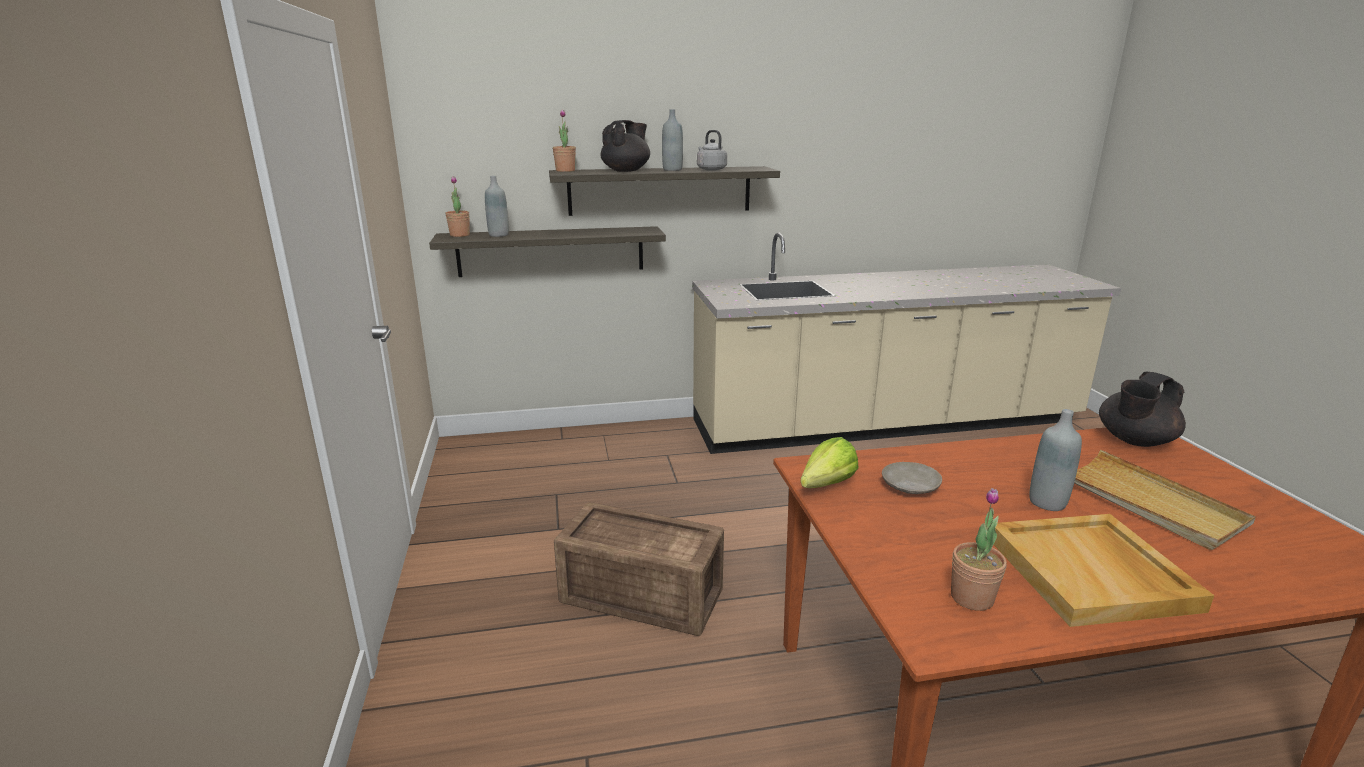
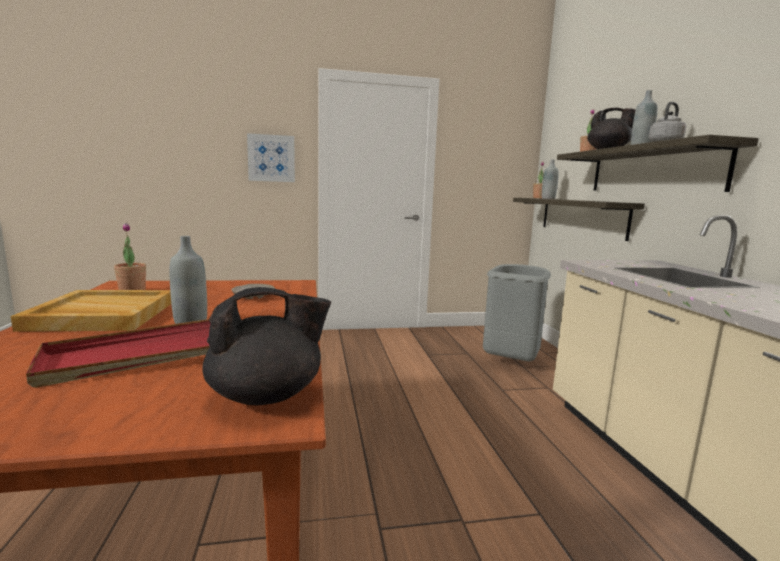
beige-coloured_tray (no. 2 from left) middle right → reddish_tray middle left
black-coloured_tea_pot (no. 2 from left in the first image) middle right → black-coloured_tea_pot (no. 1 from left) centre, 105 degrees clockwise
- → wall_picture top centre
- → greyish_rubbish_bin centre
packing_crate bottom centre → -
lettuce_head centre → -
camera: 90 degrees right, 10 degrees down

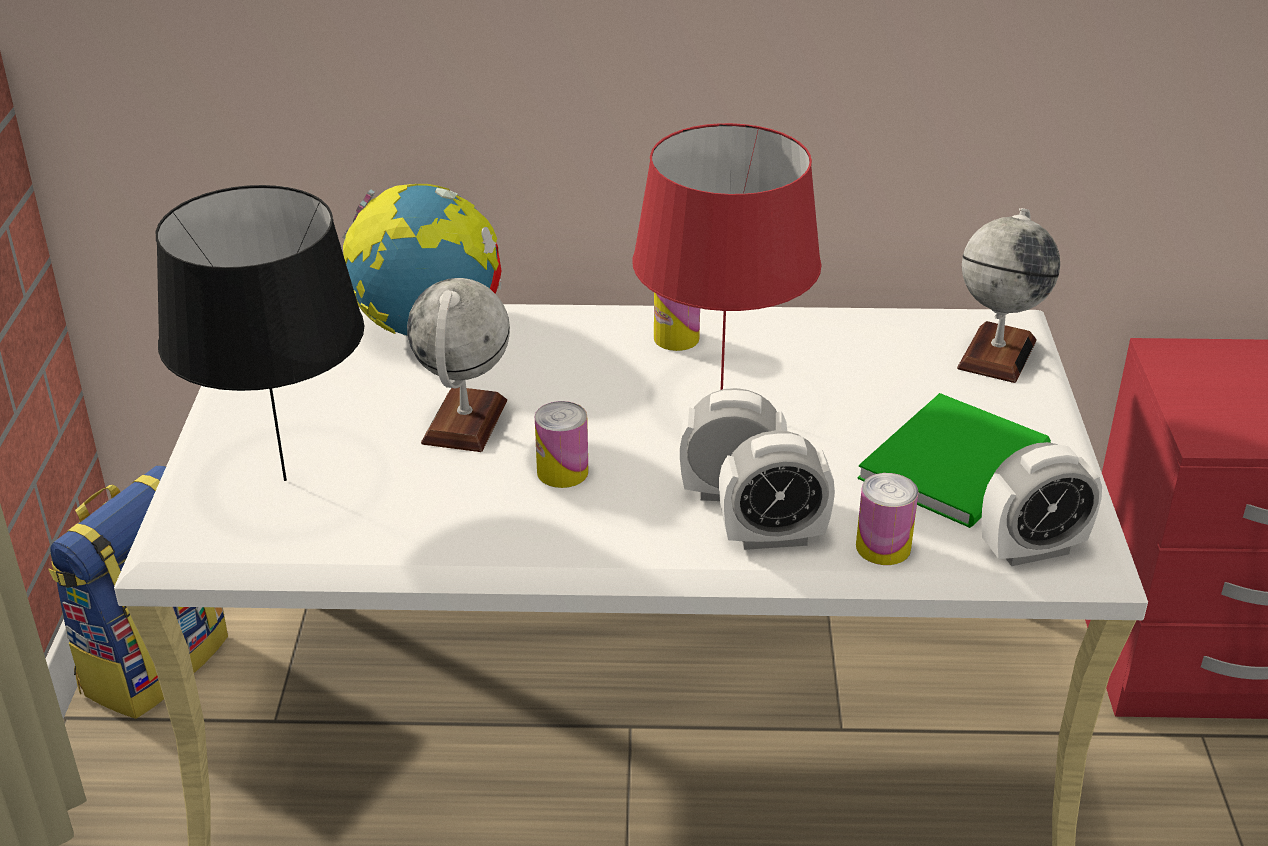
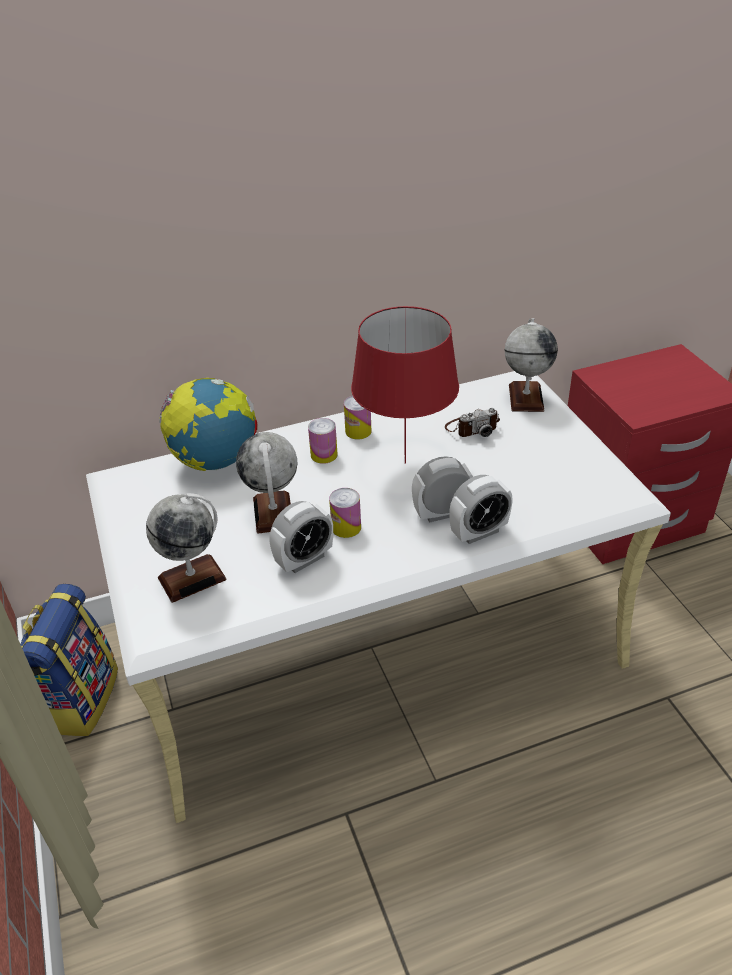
black-coloured_lamp_for_a_table middle left → globe (no. 1 from left) middle left
alarm_clock (no. 3 from left in the first image) middle right → alarm_clock (no. 1 from left) centre, shifted
sealed_can (no. 3 from left in the first image) middle right → sealed_can (no. 1 from left) centre, shifted
- → photo_camera centre
green-coloured_bound_book middle right → -
camera: 20 degrees left, 5 degrees up

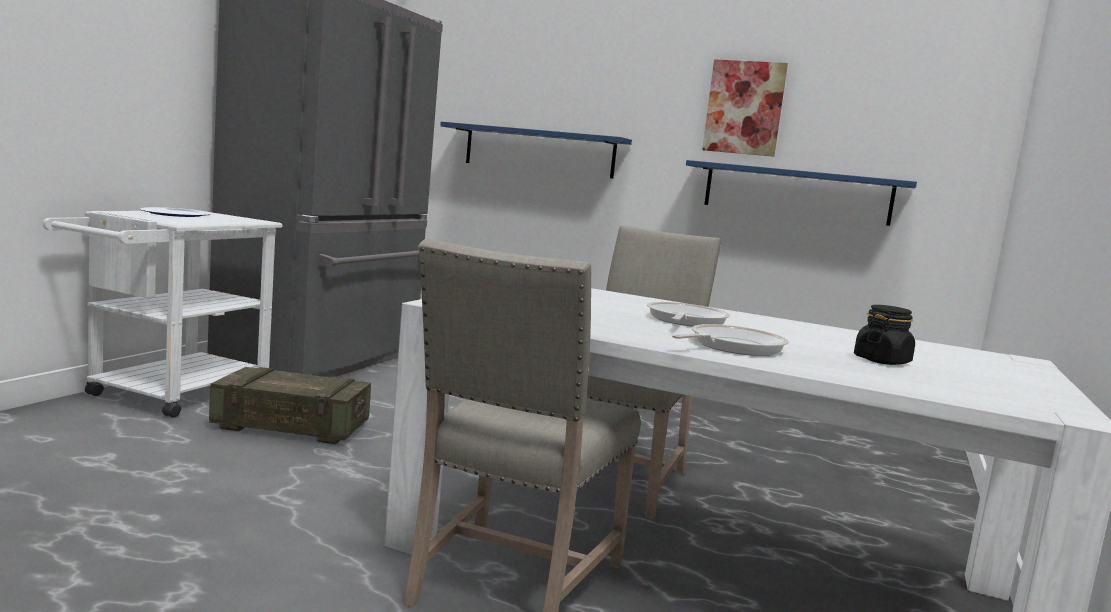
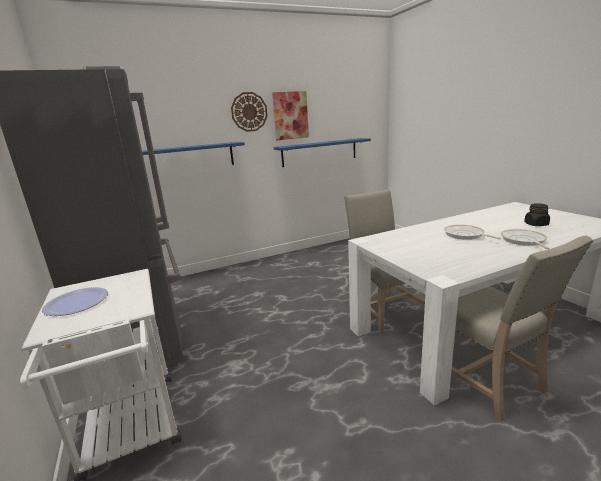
- → wall_clock top centre
packing_crate middle left → -
camera: 45 degrees left, 10 degrees up

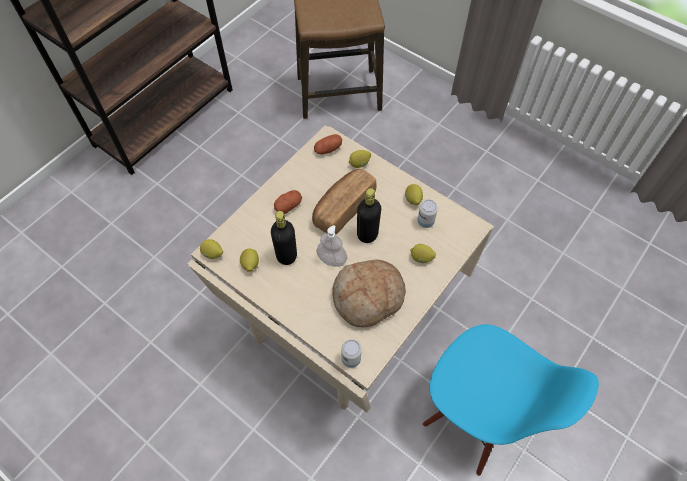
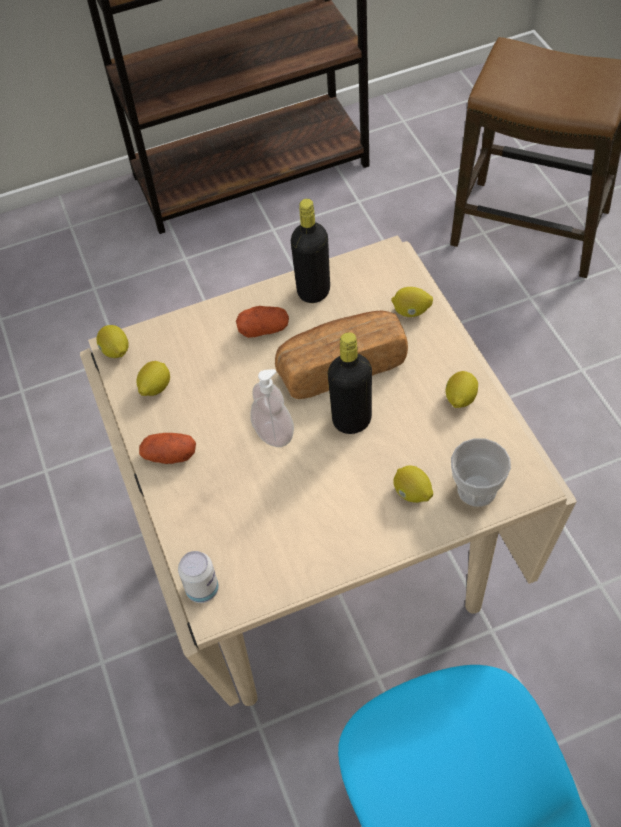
whole_potato (no. 2 from left in the first image) top centre → whole_potato (no. 1 from left) middle left, shifted
black-coloured_beverage_bottle (no. 1 from left) centre → black-coloured_beverage_bottle (no. 1 from left) top centre, shifted
- → small_cup middle right
baked_bread (no. 2 from left) centre → -
sealed_can (no. 2 from left) centre → -
camera: 35 degrees right, 5 degrees down

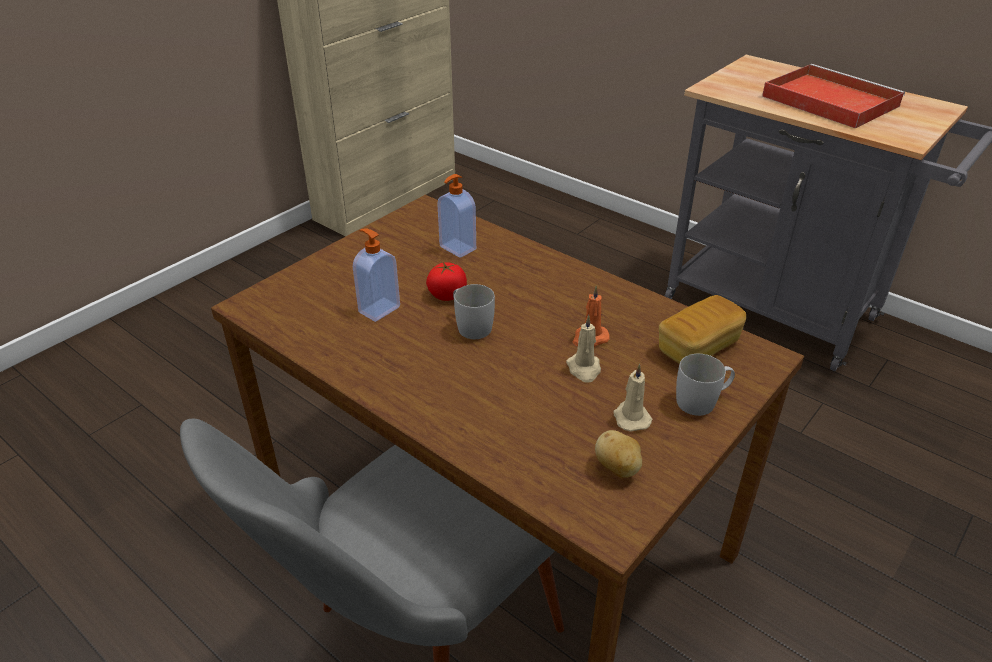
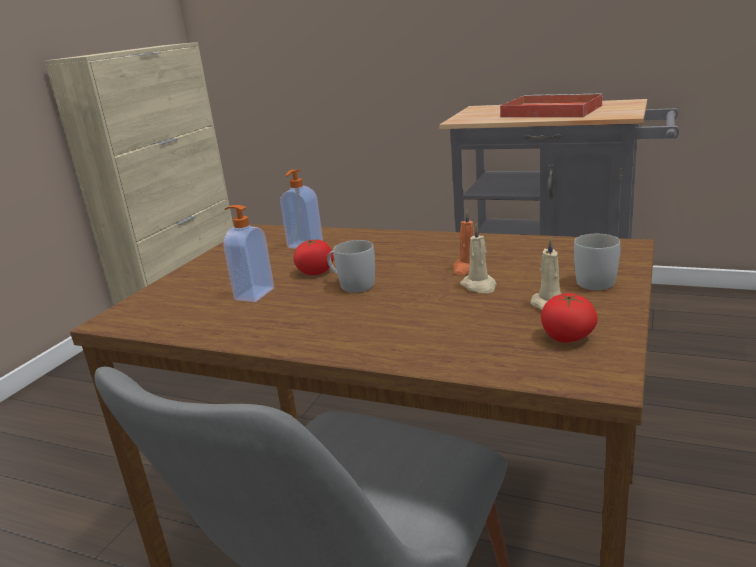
whole_potato bottom centre → tomato (no. 2 from left) middle right
baked_bread middle right → -
camera: 15 degrees left, 15 degrees down

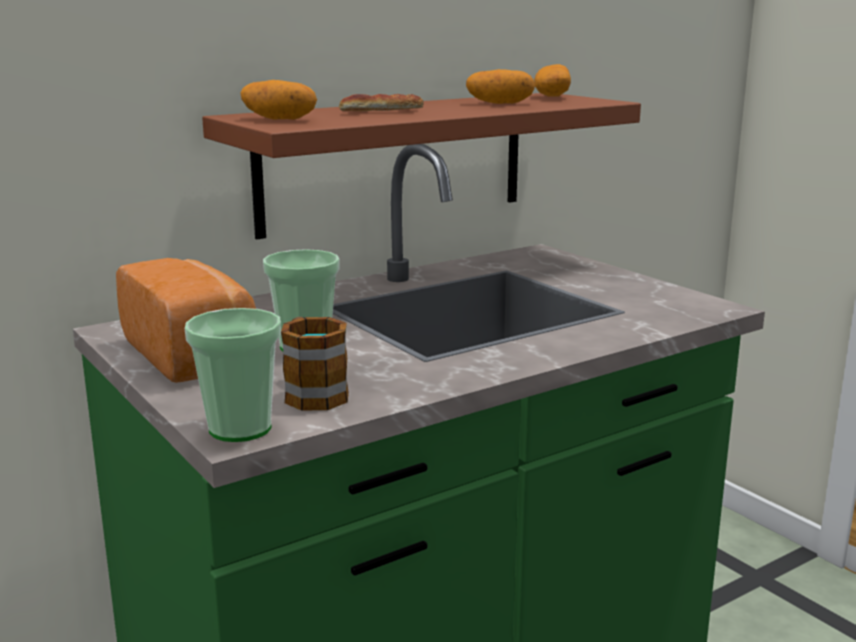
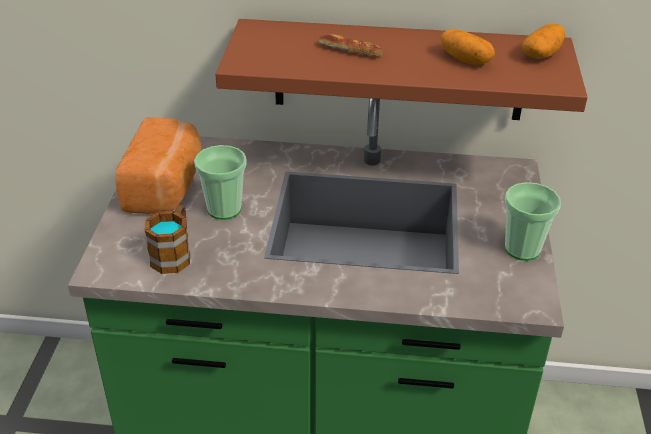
small_cup (no. 1 from left in the first image) middle left → small_cup (no. 2 from left) middle right, shifted
whole_potato (no. 1 from left) top left → -
camera: 40 degrees right, 20 degrees up

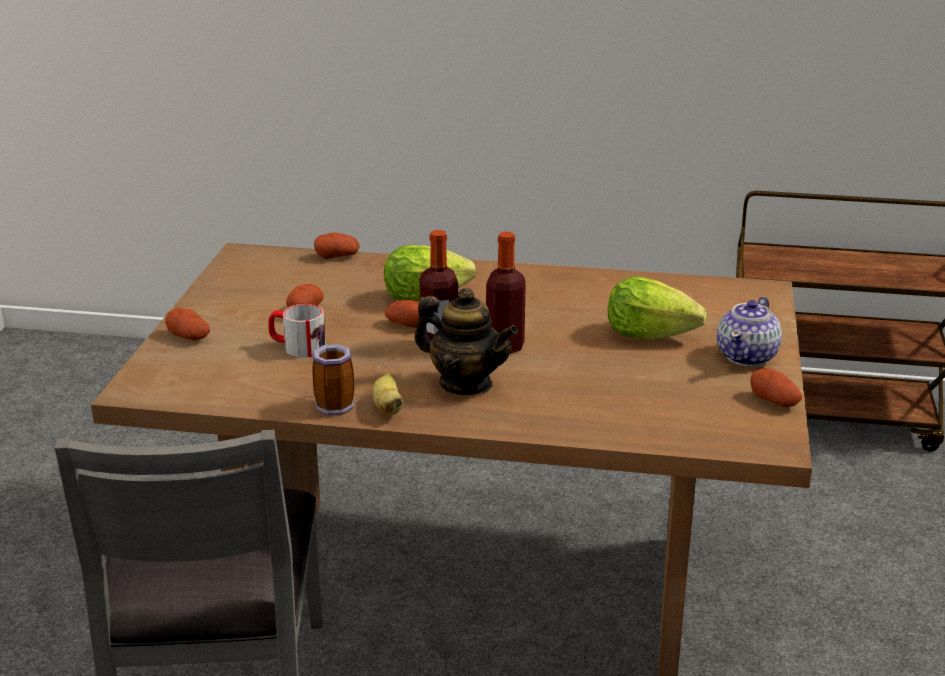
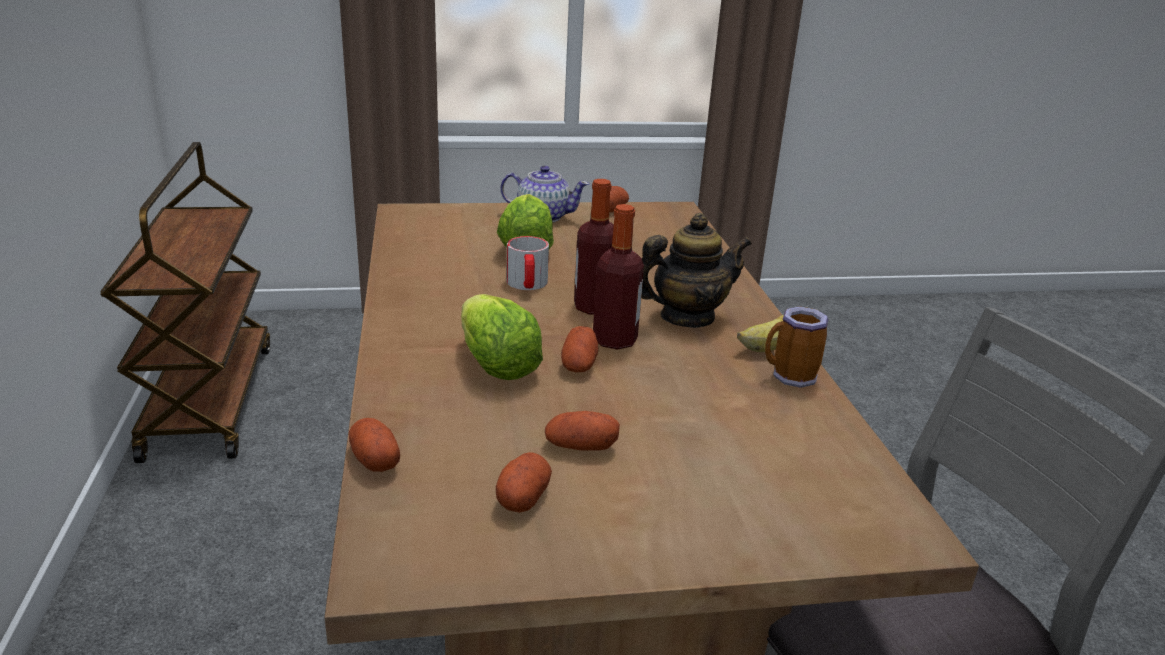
whole_potato (no. 1 from left in the first image) middle left → whole_potato (no. 2 from left) bottom centre, shifted
coffee_mug (no. 1 from left) middle left → coffee_mug (no. 1 from left) centre, shifted
tea_pot (no. 1 from left in the first image) centre → tea_pot (no. 2 from left) centre, 60 degrees clockwise
camera: 110 degrees left, 0 degrees up

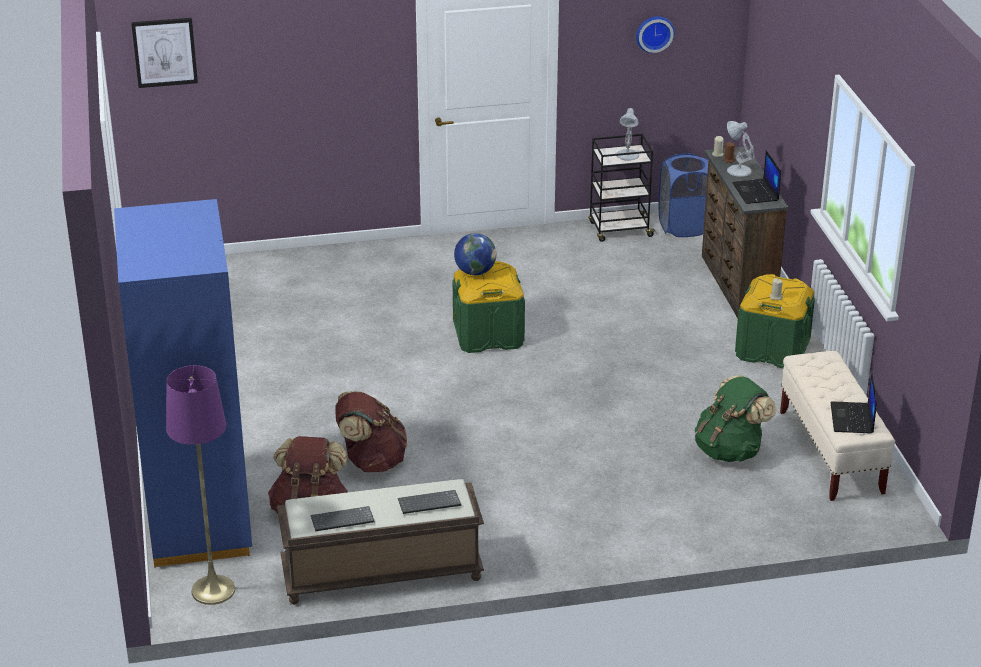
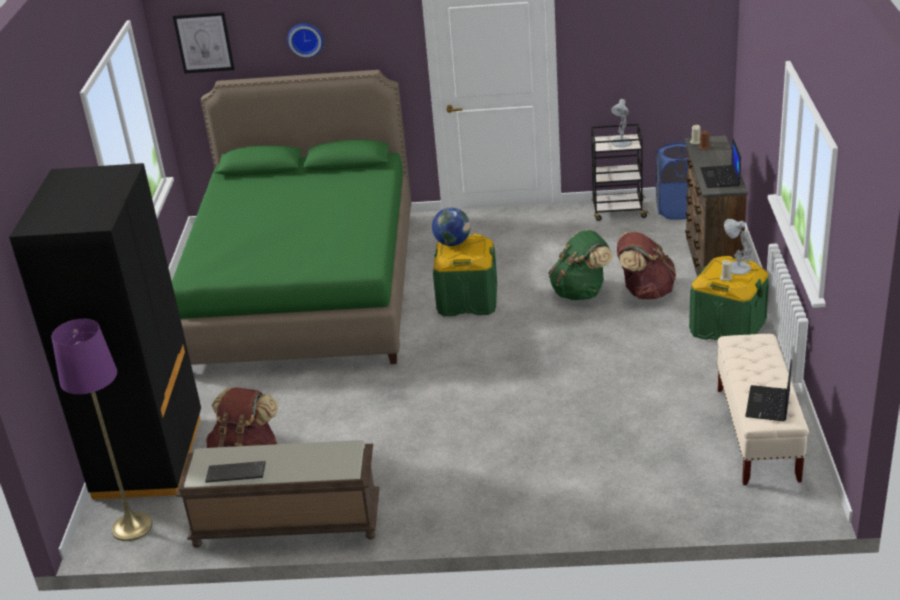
blue_wardrobe middle left → black-coloured_wardrobe middle left
- → green-coloured_sleeping_bed middle left
wall_clock top right → wall_clock top centre, shifted
green-coloured_rucksack middle right → green-coloured_rucksack centre, shifted
brownish_rucksack (no. 2 from left) centre → brownish_rucksack (no. 2 from left) middle right, shifted
white-coloured_lamp_for_a_table (no. 2 from left) top right → white-coloured_lamp_for_a_table (no. 2 from left) middle right, shifted
computer_keyboard (no. 2 from left) bottom centre → -
camera: 15 degrees right, 0 degrees up

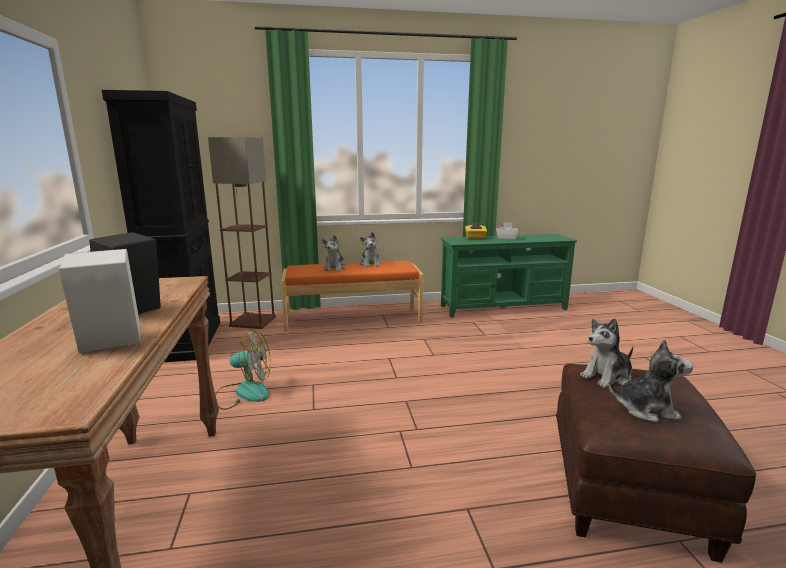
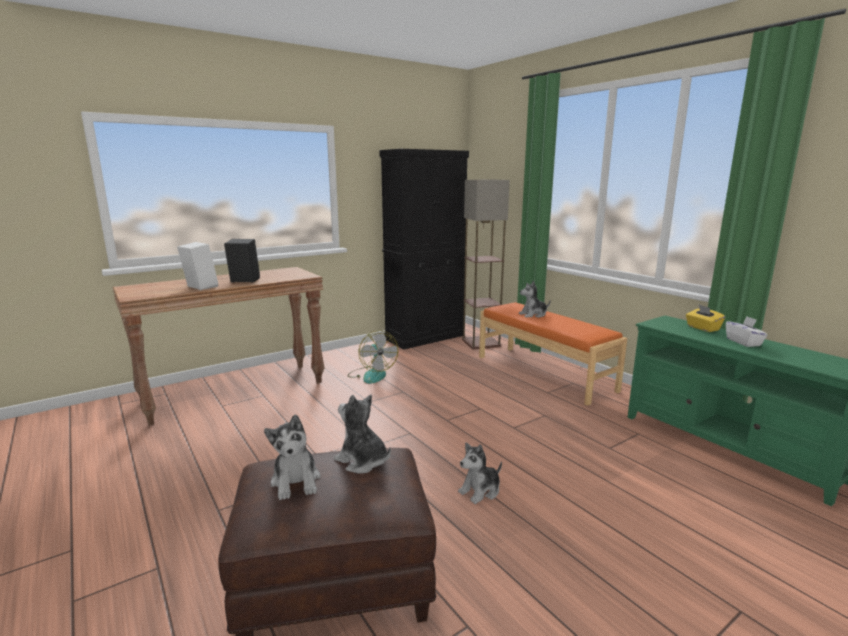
plush_toy (no. 2 from left in the first image) centre → plush_toy (no. 3 from left) bottom centre, shifted
camera: 65 degrees right, 0 degrees up

